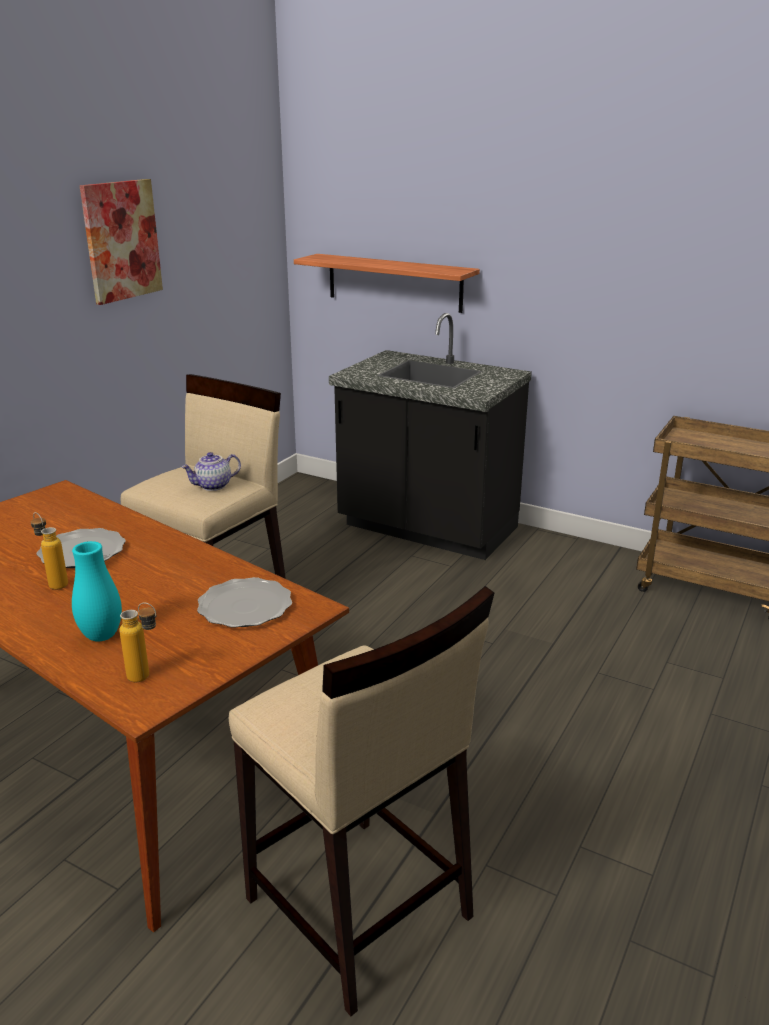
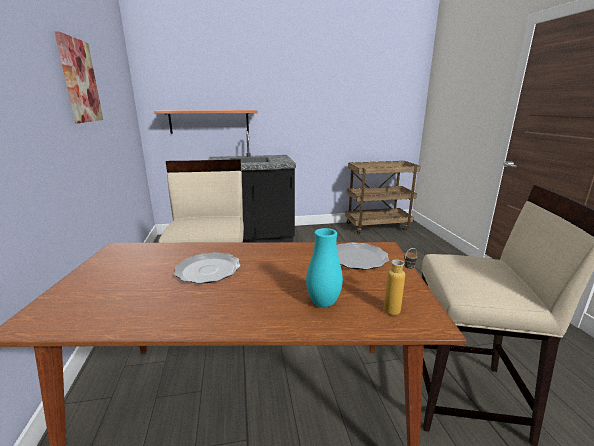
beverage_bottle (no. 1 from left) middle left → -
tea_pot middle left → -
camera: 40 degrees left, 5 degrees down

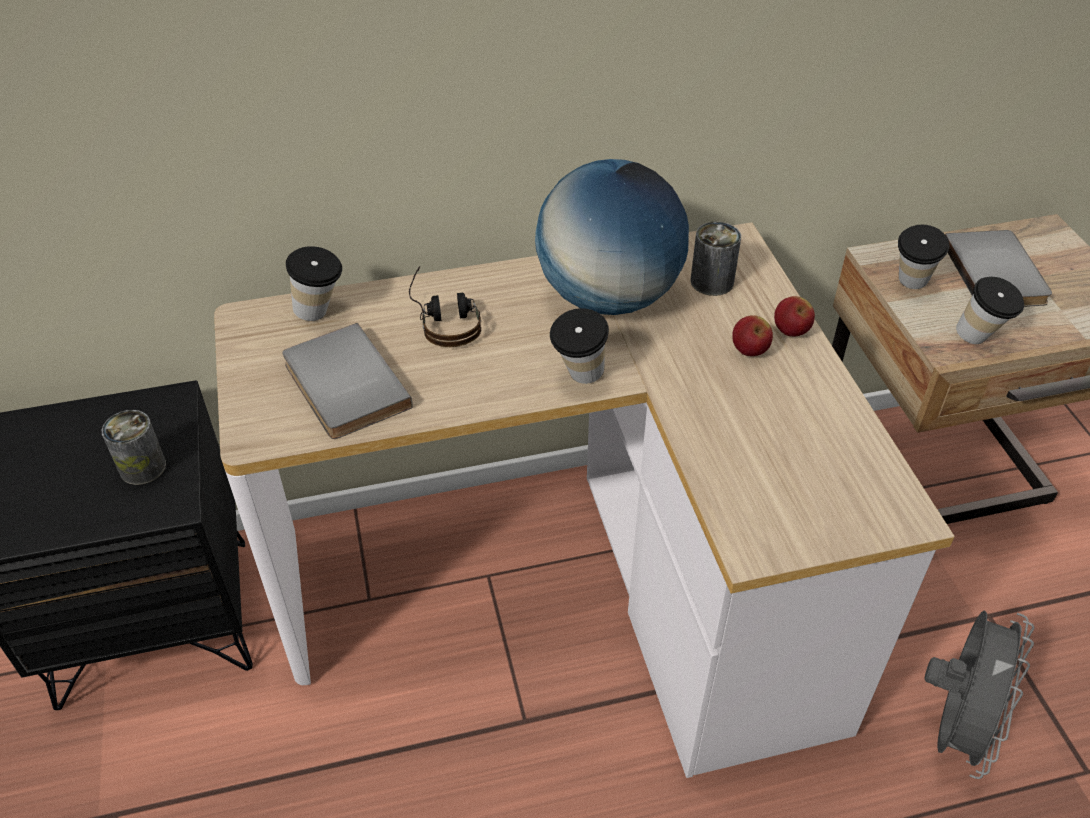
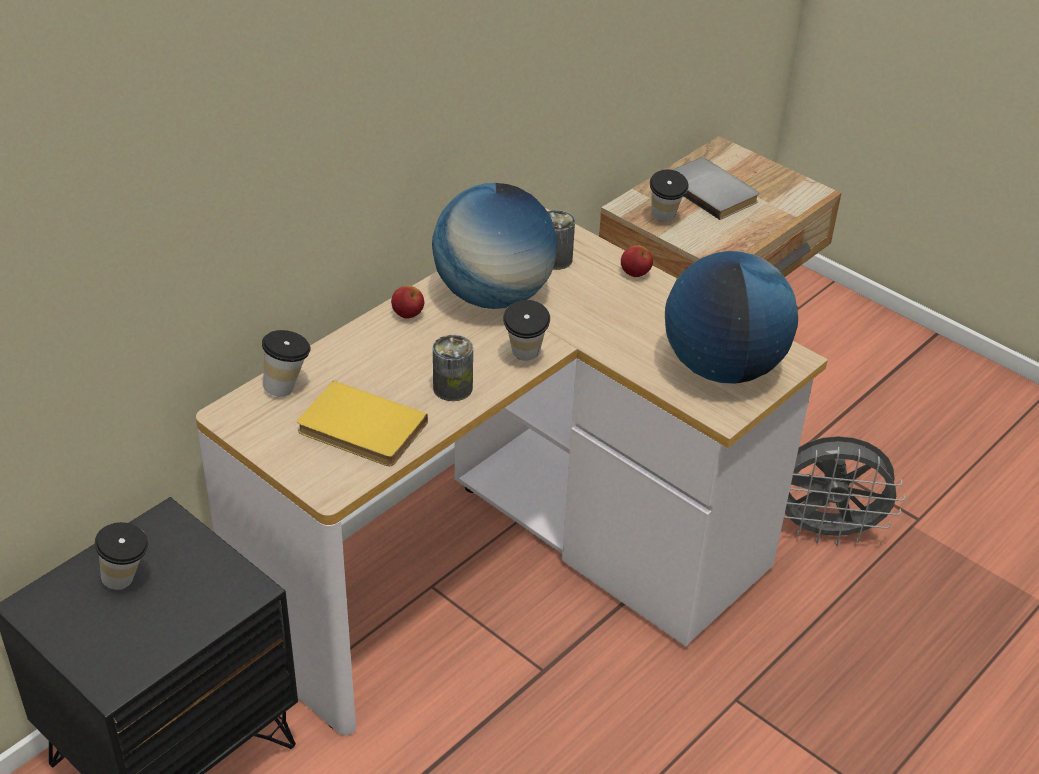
small_cup (no. 4 from left in the first image) middle right → small_cup (no. 1 from left) bottom left, shifted
greyish_bound_book (no. 1 from left) middle left → yellow_bound_book centre
apple_fruit (no. 1 from left) middle right → apple_fruit (no. 1 from left) centre, shifted
sealed_can (no. 1 from left) middle left → sealed_can (no. 1 from left) centre, shifted
- → globe (no. 2 from left) middle right
greyish_fan bottom right → greyish_fan middle right, 105 degrees clockwise
headphones centre → -
camera: 35 degrees left, 5 degrees down

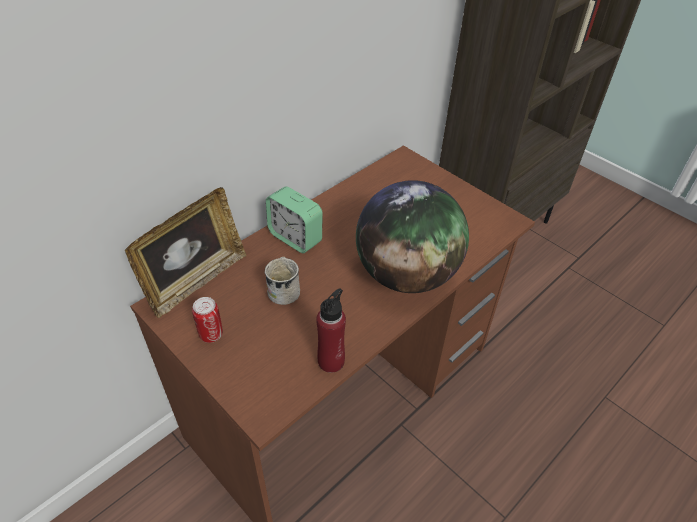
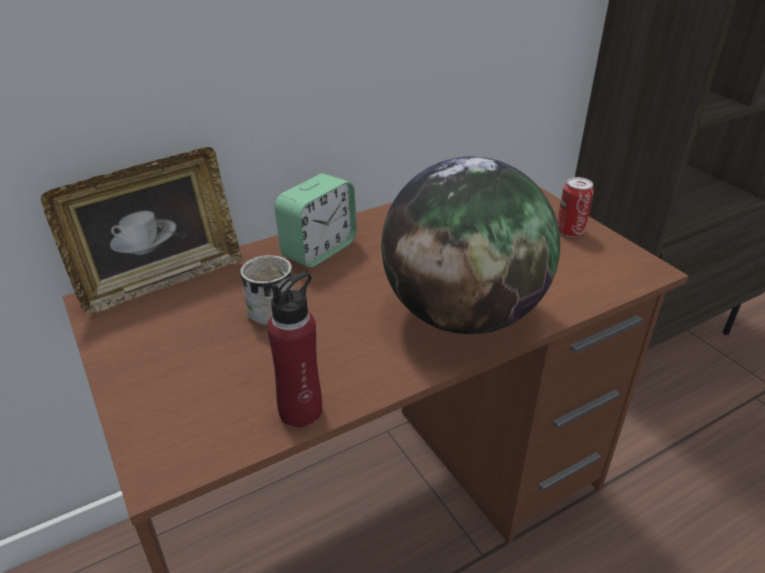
alarm_clock centre, 105 degrees counterclockwise
sealed_can middle left → sealed_can middle right, shifted
camera: 15 degrees right, 10 degrees down

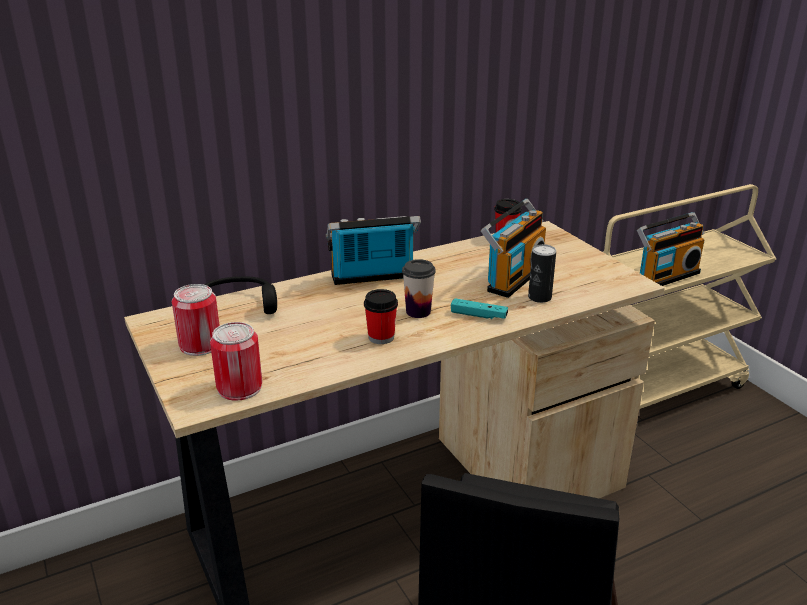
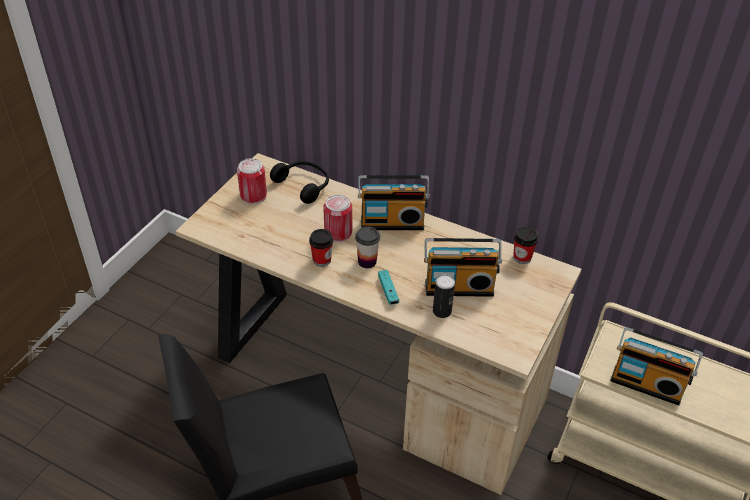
sealed_can (no. 2 from left) middle left → sealed_can (no. 2 from left) centre, shifted
radio_set (no. 1 from left) centre, 135 degrees clockwise
camera: 55 degrees right, 15 degrees up

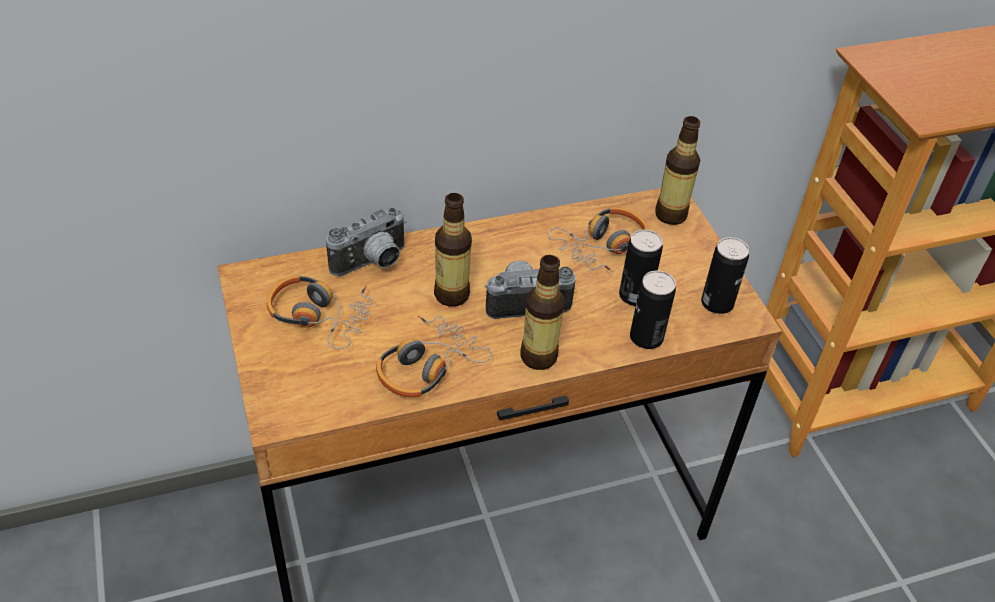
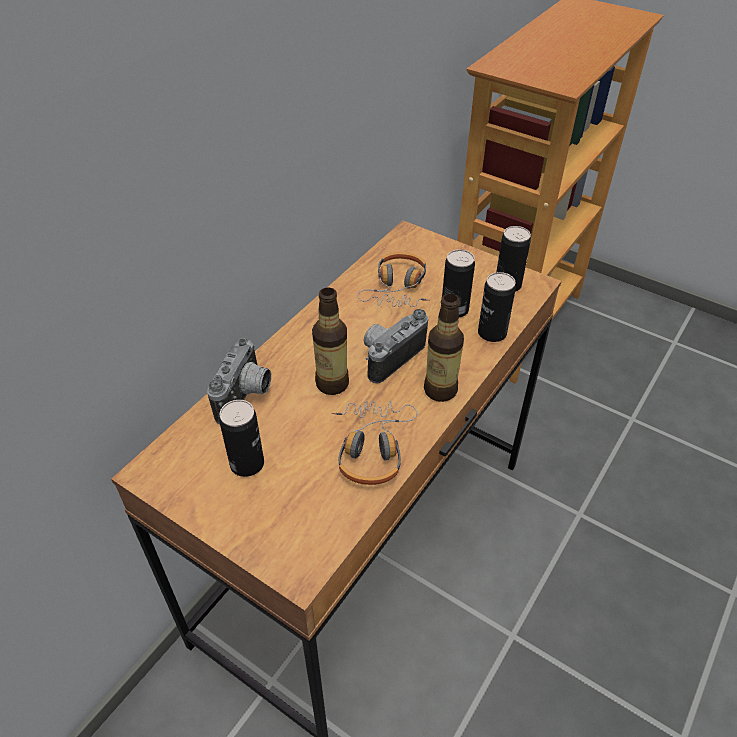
headphones (no. 1 from left) middle left → sealed_can (no. 1 from left) middle left
beverage_bottle (no. 3 from left) top right → -
camera: 35 degrees left, 0 degrees up

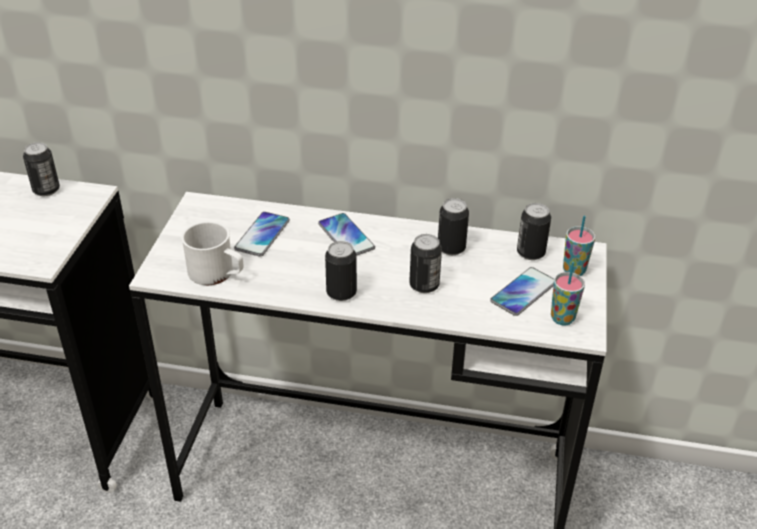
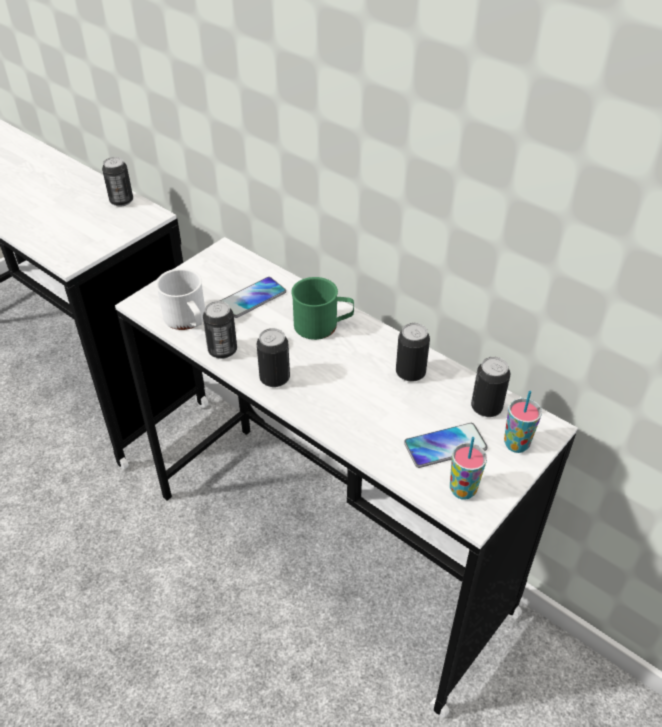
sealed_can (no. 3 from left in the first image) centre → sealed_can (no. 2 from left) middle left, shifted
handset (no. 2 from left) centre → green-coloured_coffee_mug centre
camera: 30 degrees right, 5 degrees up

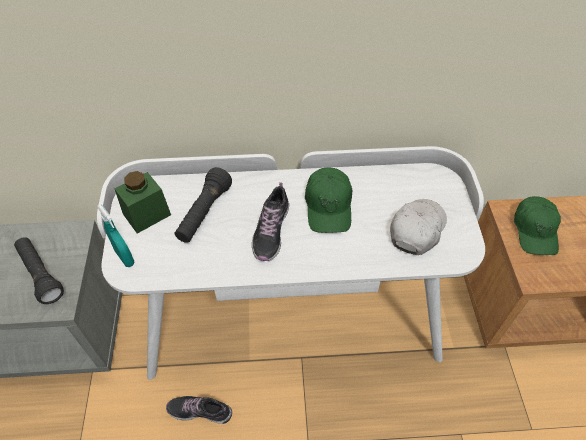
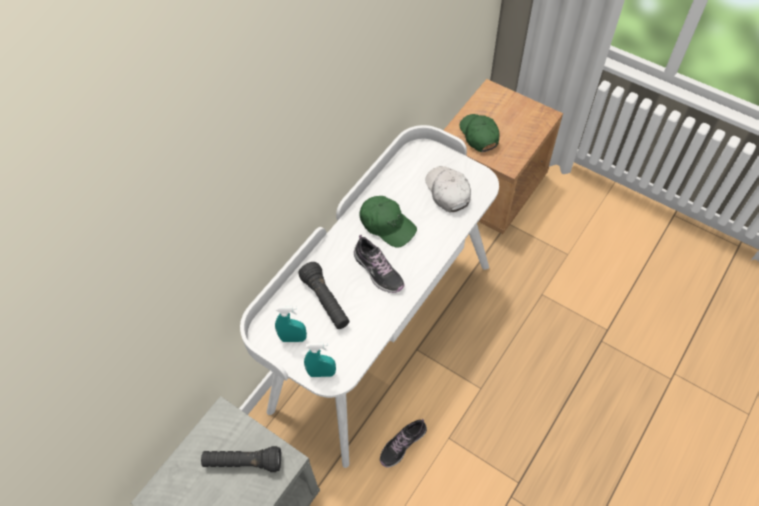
green-coloured_jar middle left → blue-green_hand_sprayer (no. 1 from left) centre
green-coloured_peaked_cap (no. 2 from left) middle right → green-coloured_peaked_cap (no. 2 from left) top centre, 150 degrees counterclockwise
camera: 50 degrees left, 5 degrees up

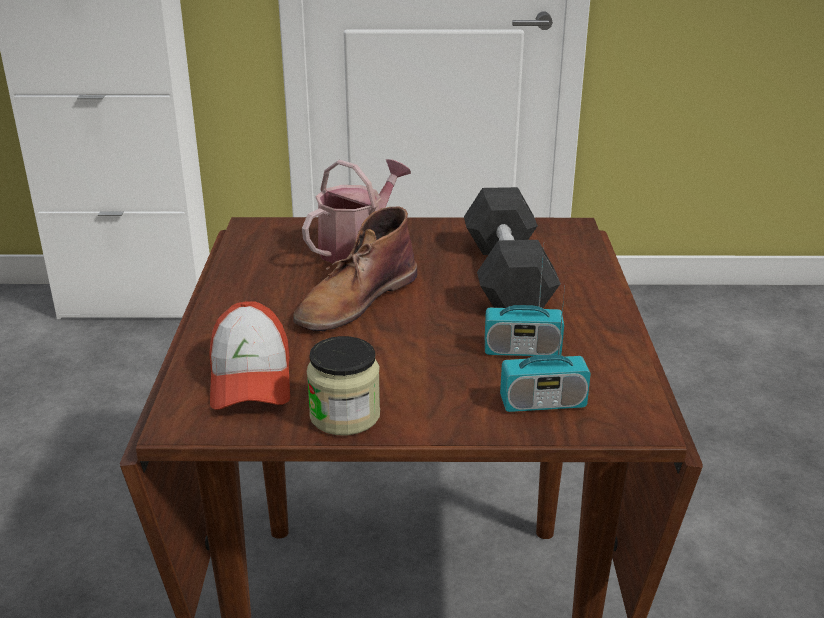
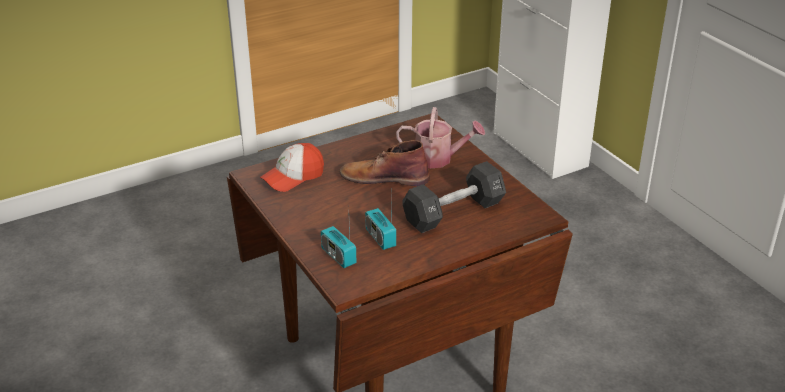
jar centre → -
camera: 60 degrees right, 5 degrees up

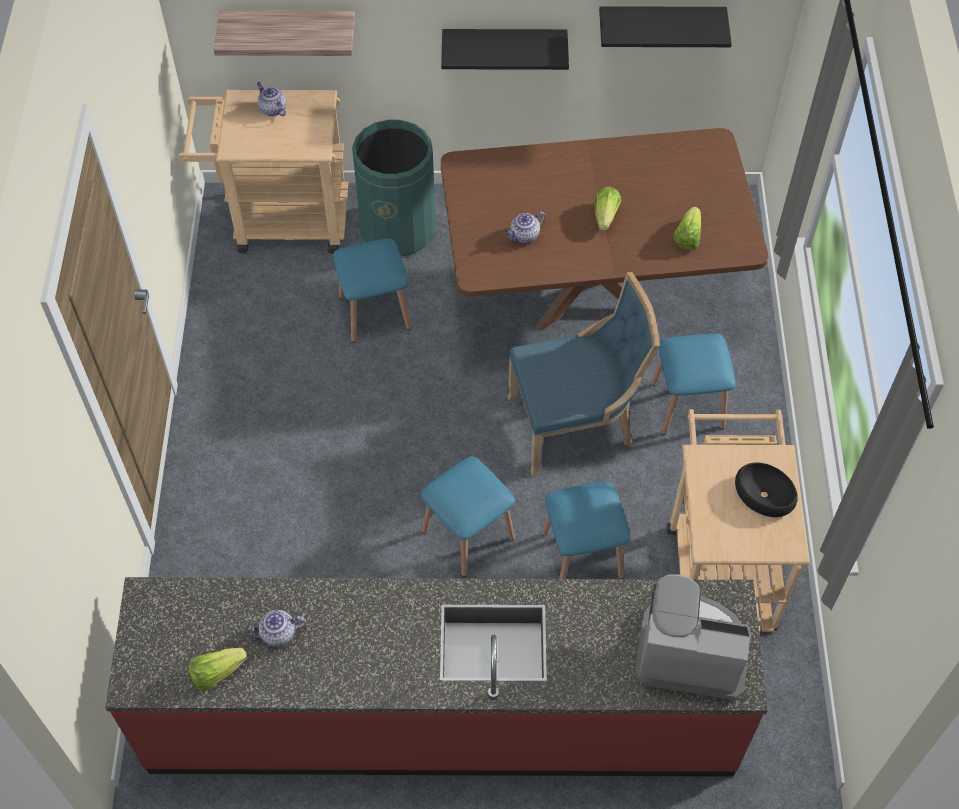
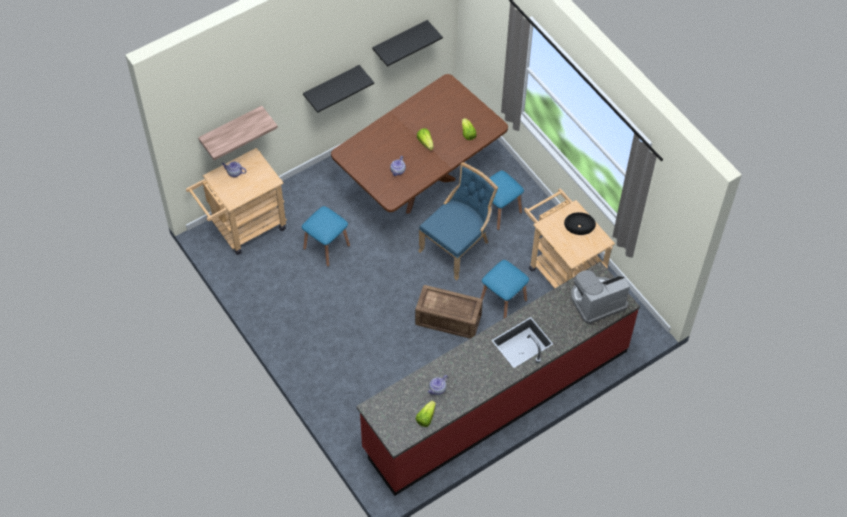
blue_sitting_stool (no. 2 from left) centre → packing_crate centre
green-coloured_rubbish_bin top centre → -
camera: 35 degrees left, 0 degrees up

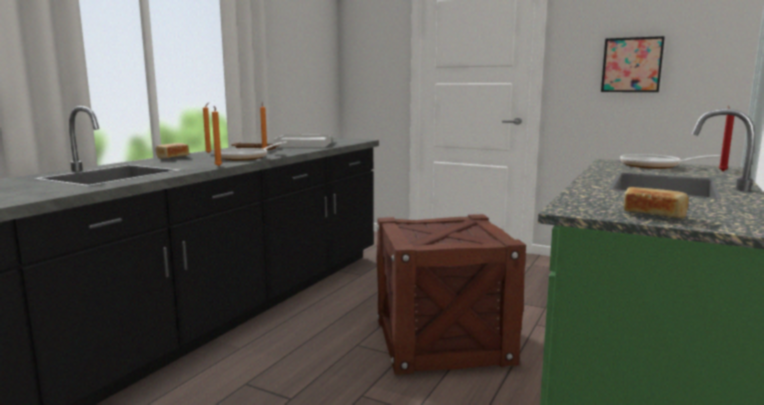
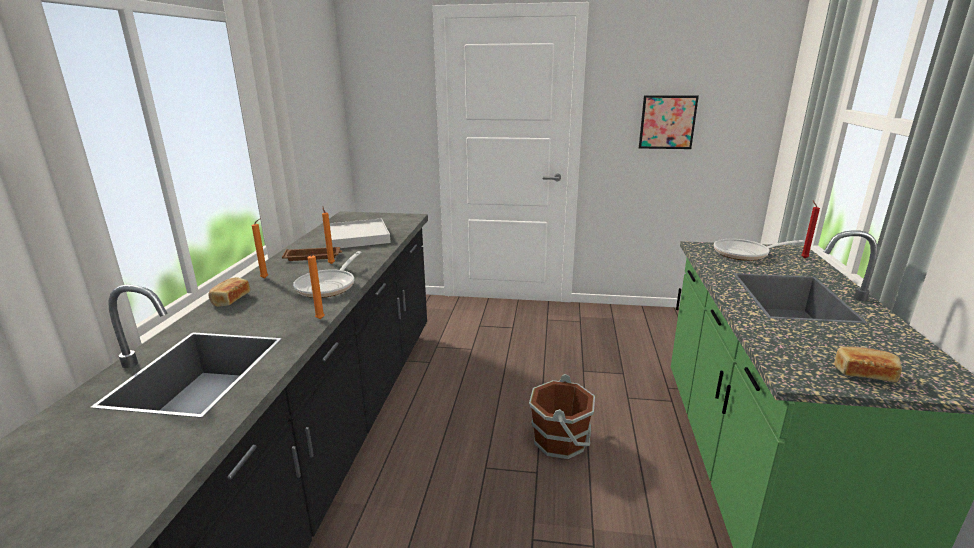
packing_crate bottom centre → brownish_pail bottom centre
camera: 20 degrees left, 10 degrees up

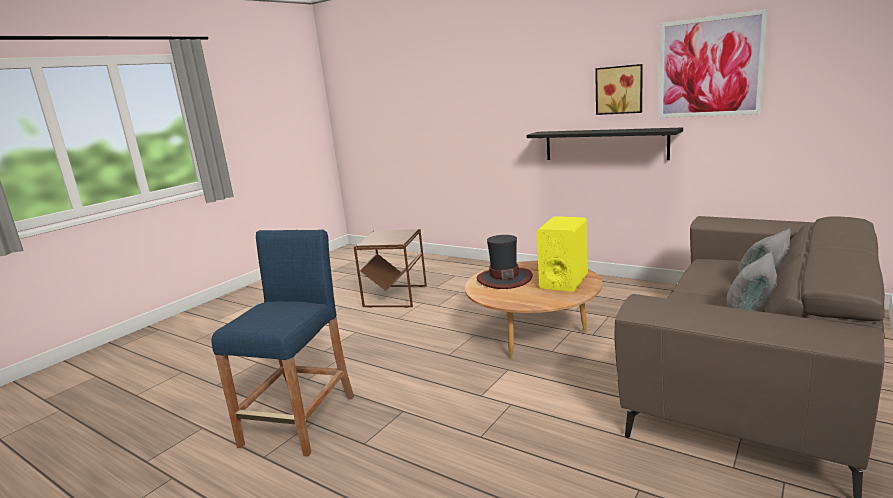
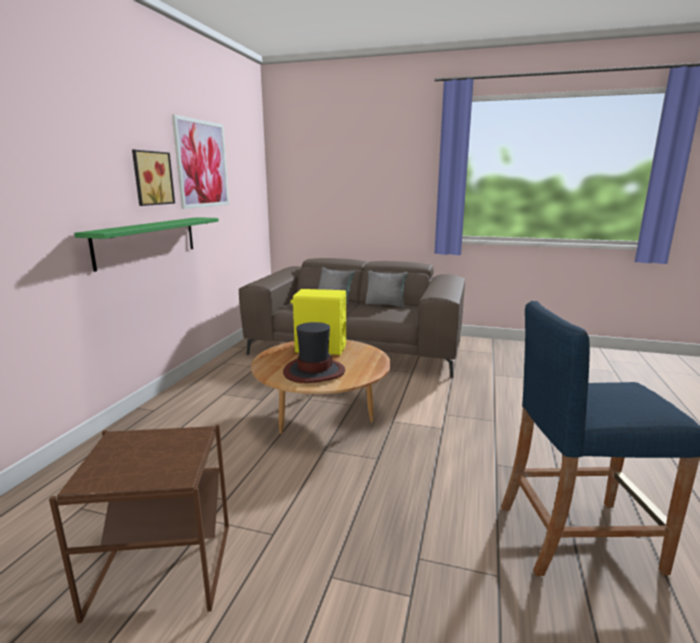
black-coloured_wall_shelf top right → green-coloured_wall_shelf middle left
camera: 110 degrees left, 0 degrees up

